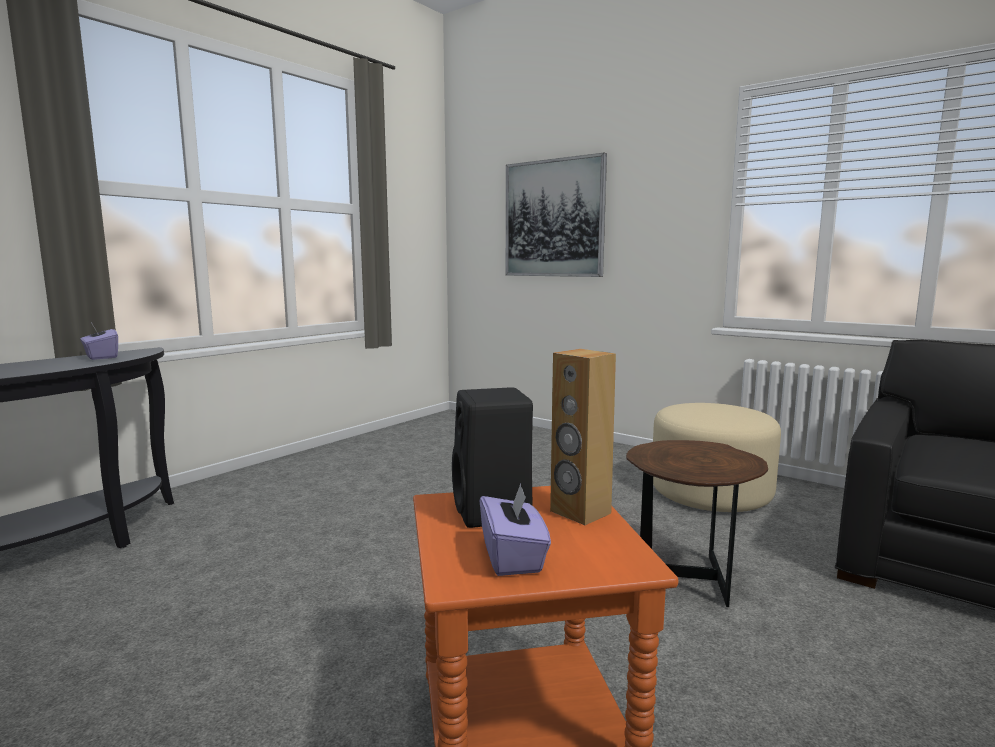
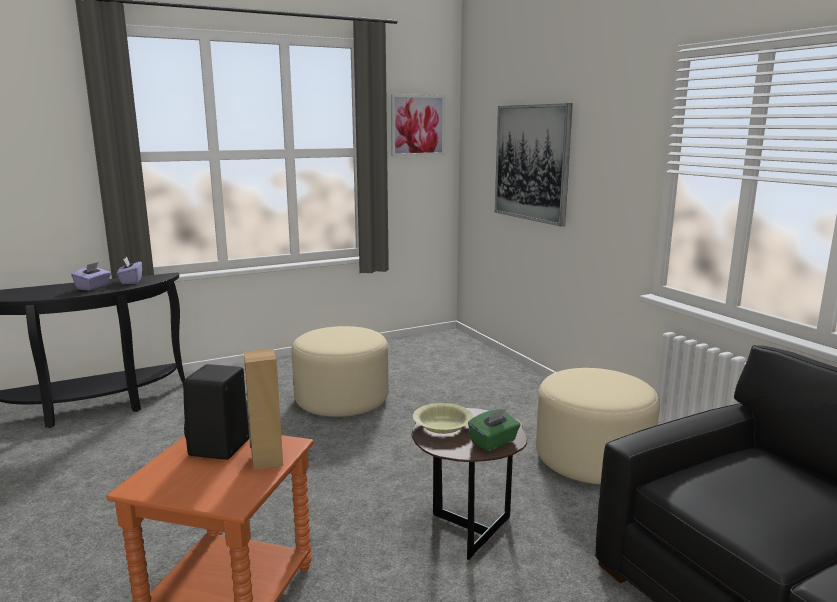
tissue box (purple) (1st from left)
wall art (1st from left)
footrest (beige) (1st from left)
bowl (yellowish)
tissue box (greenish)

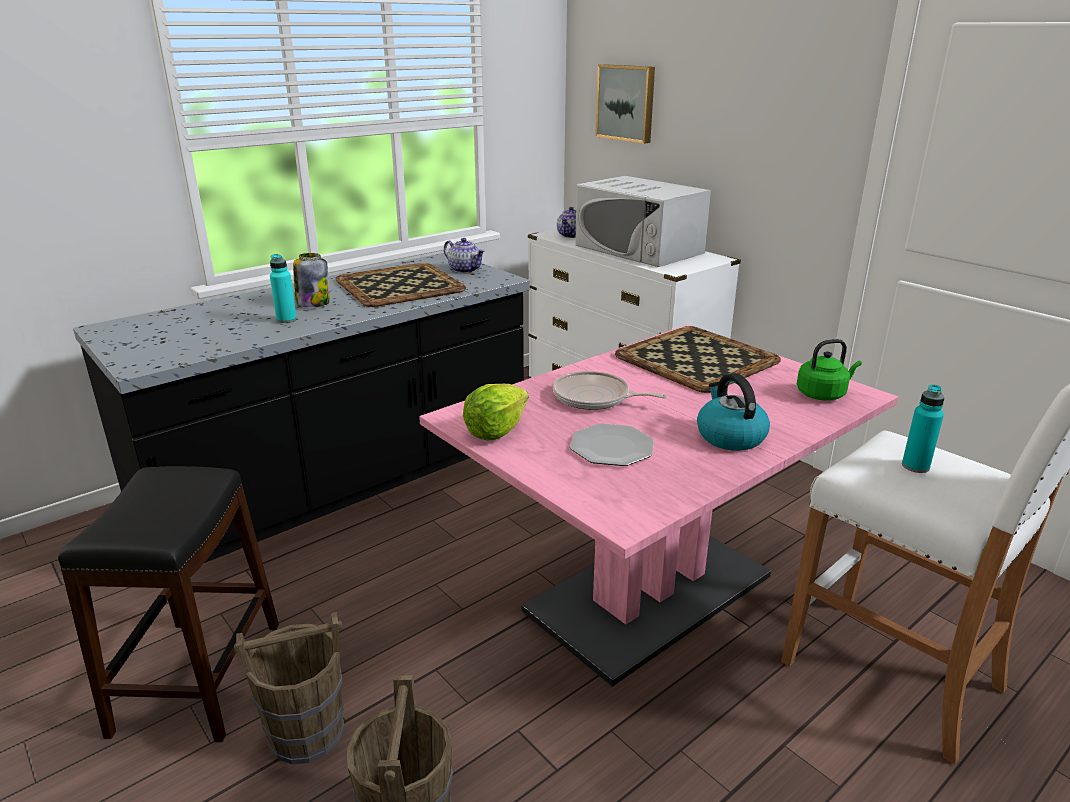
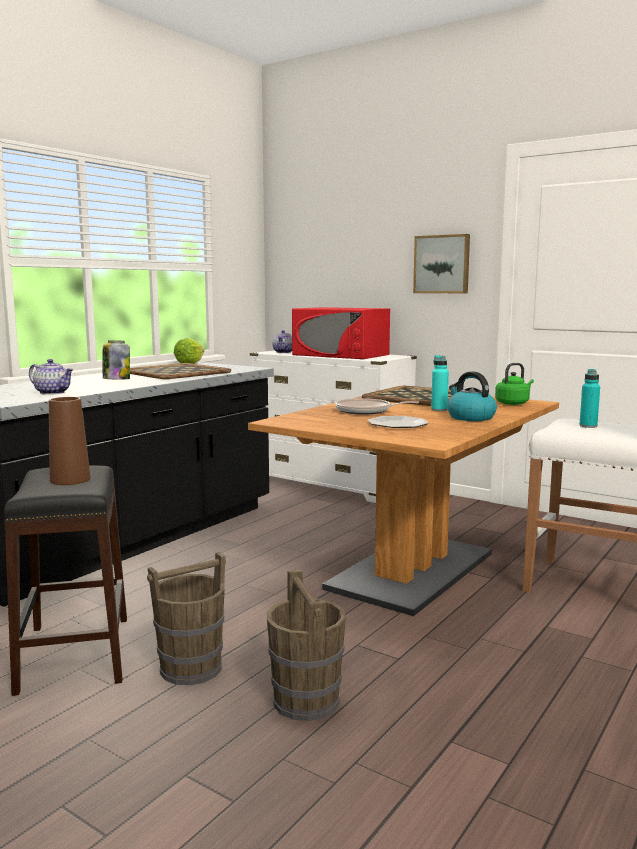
wall art
microwave (reddish)
tea pot (1st from left)
bottle (turquoise-coloured) (1st from left)
kitchen table (brown)
lettuce head
flower vase (brown)

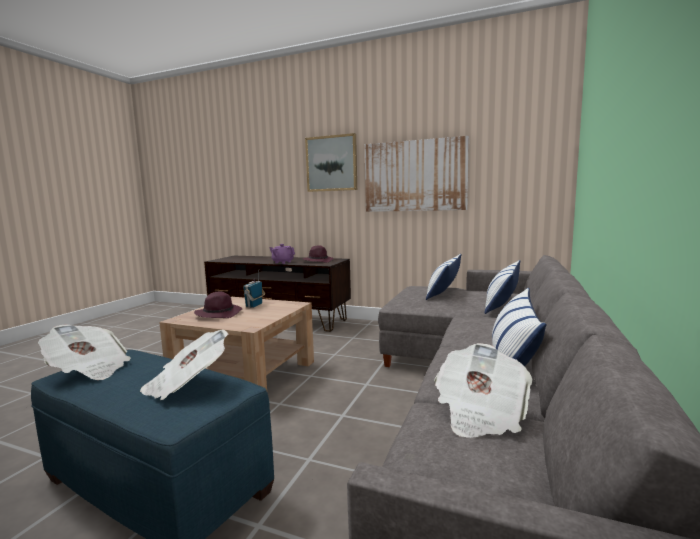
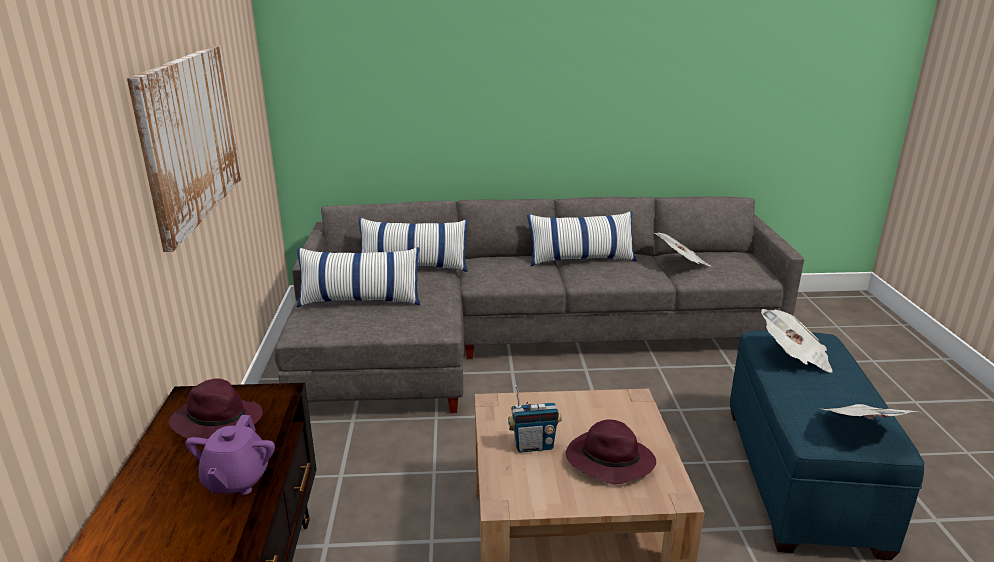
wall art (1st from left in the first image)

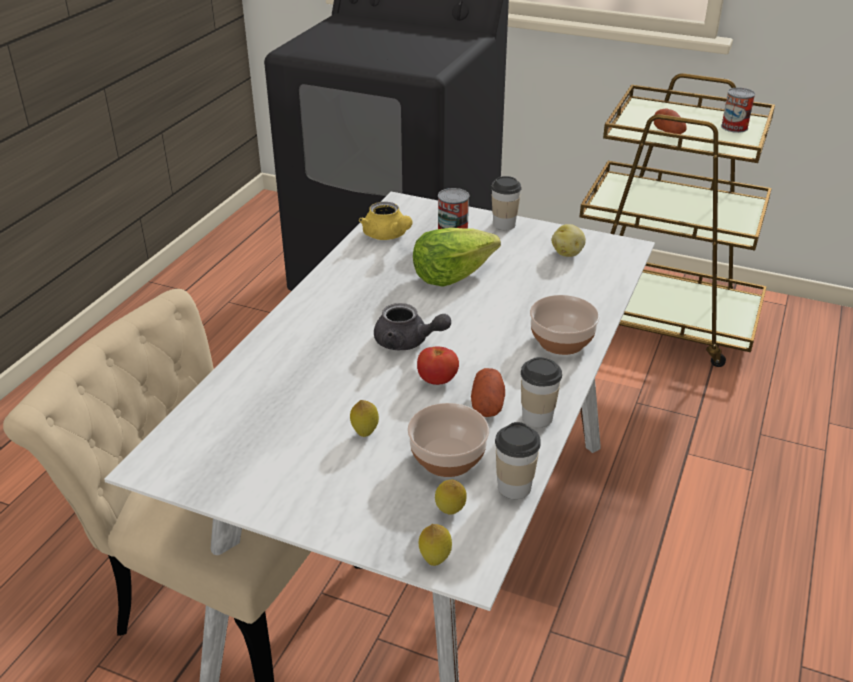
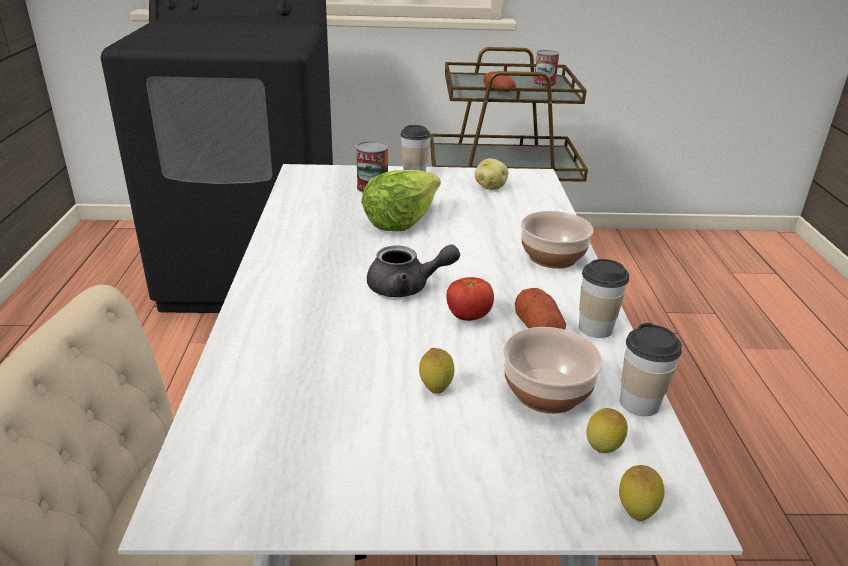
tea pot (yellowish)

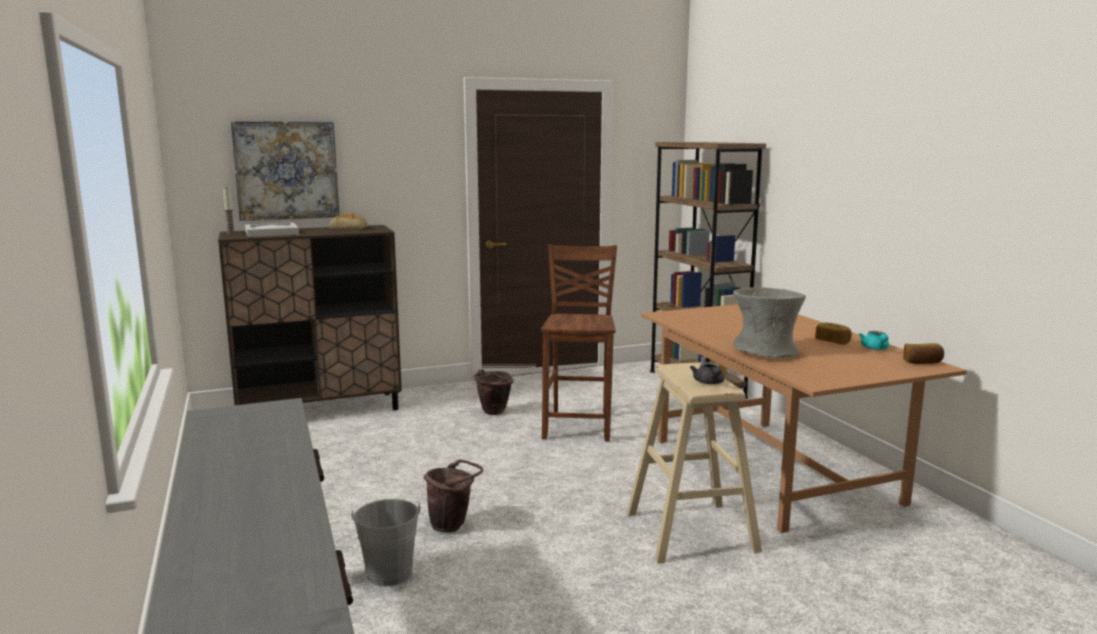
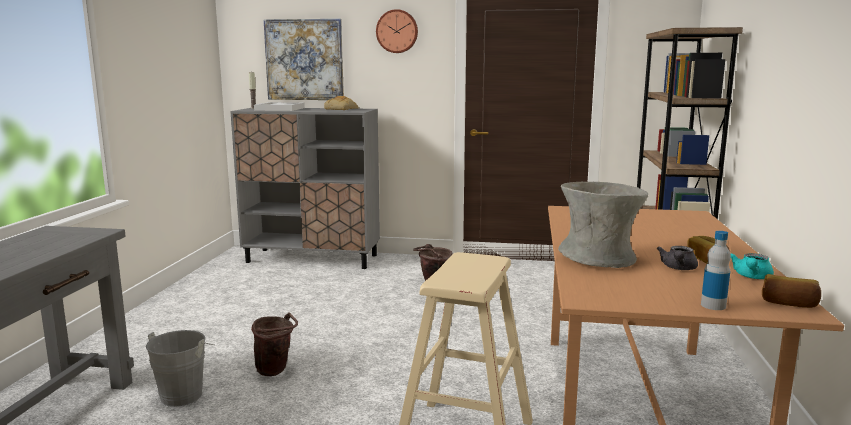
cupboard (grey)
plain chair (brown)
tea pot (grey)
wall clock
bottle

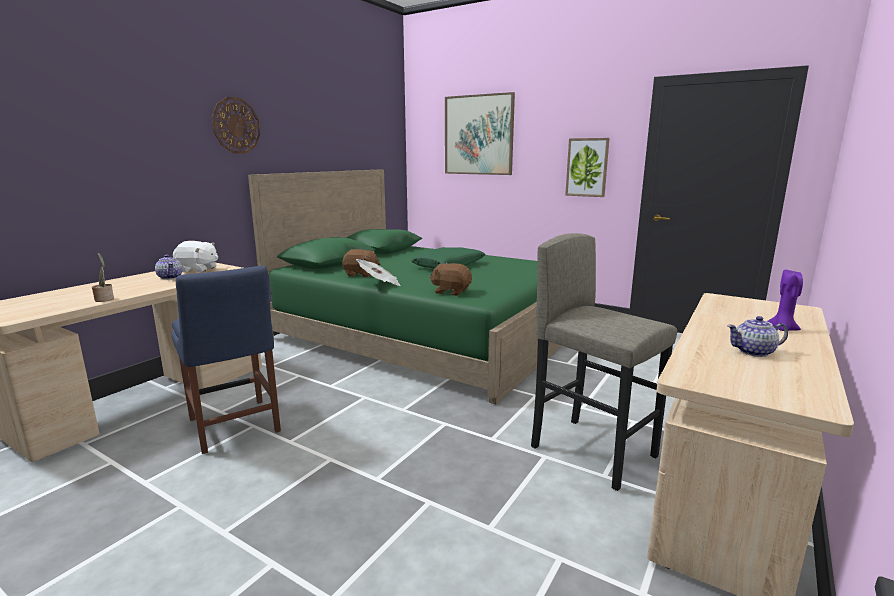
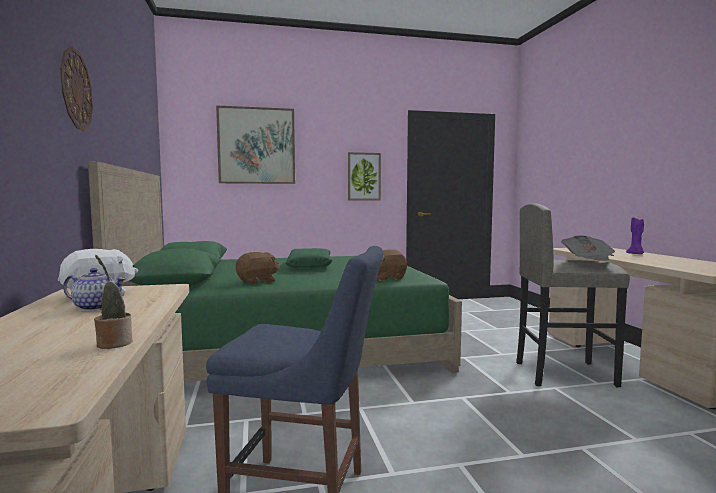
daily paper
tea pot (2nd from left in the first image)

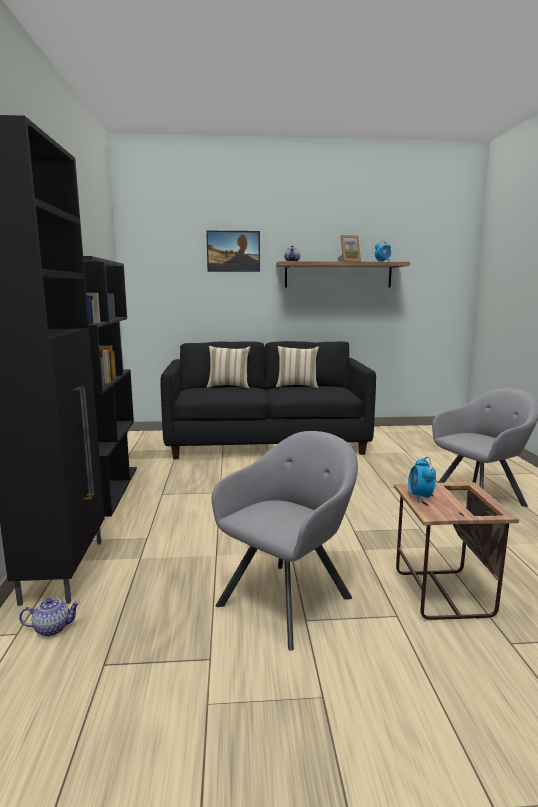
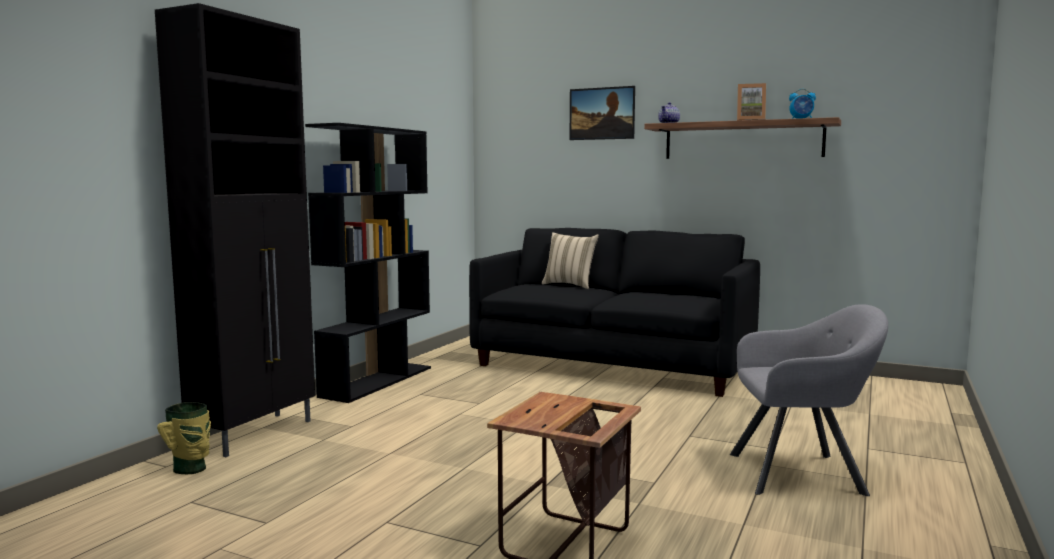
cushion (beige) (2nd from left in the first image)
armchair (grey) (1st from left in the first image)
bedside clock (2nd from left in the first image)
flower vase

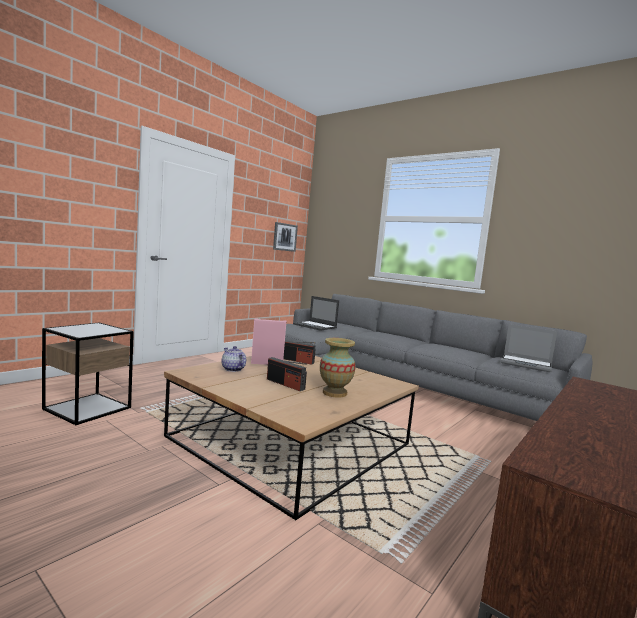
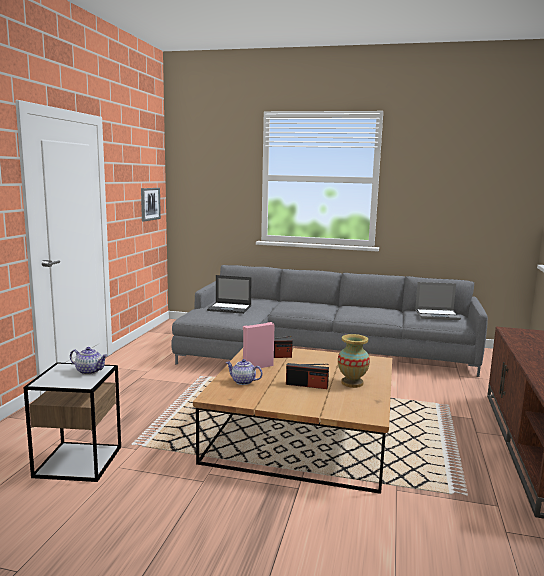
tea pot (1st from left)

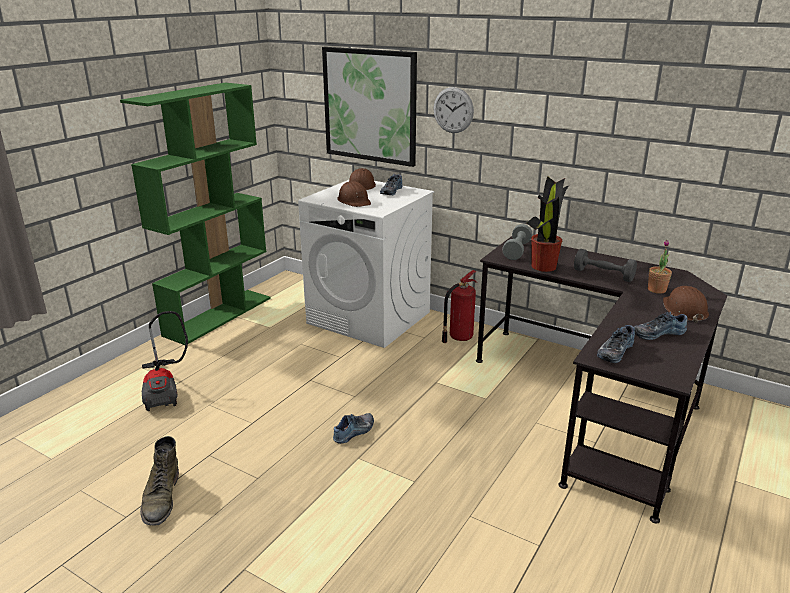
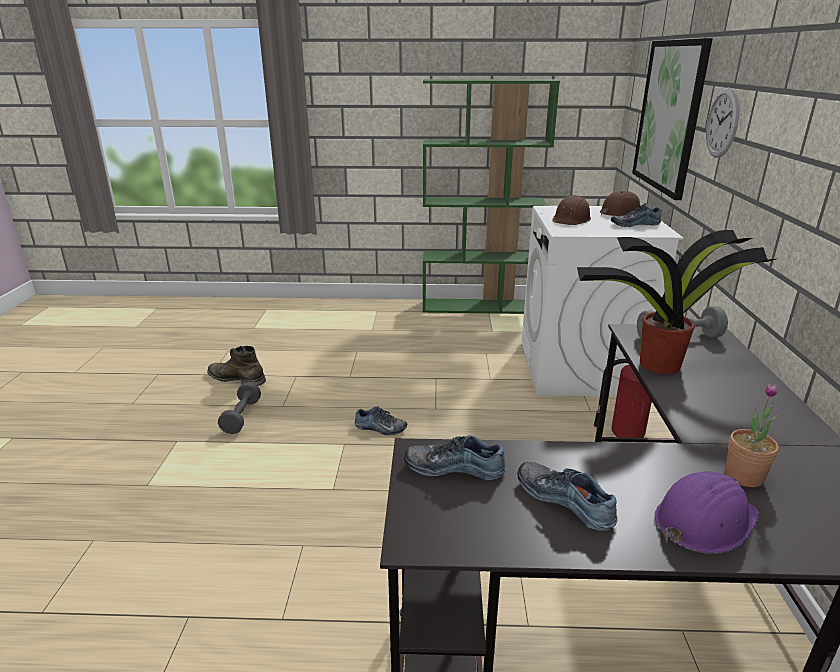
hand weight (grey) (1st from left)
safety helmet (purple)
vacuum
high-top boot (greenish)

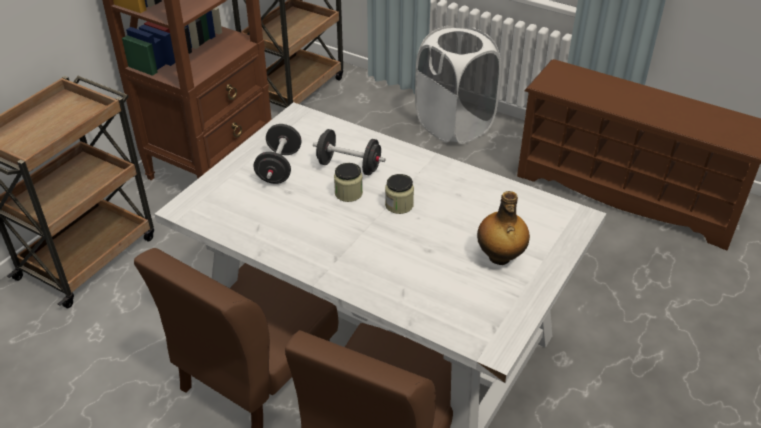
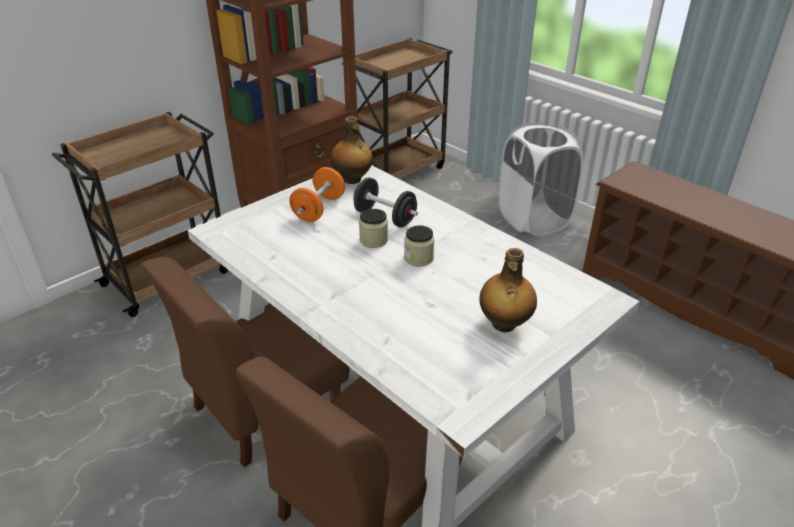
hand weight (orangey)
bottle (1st from left)

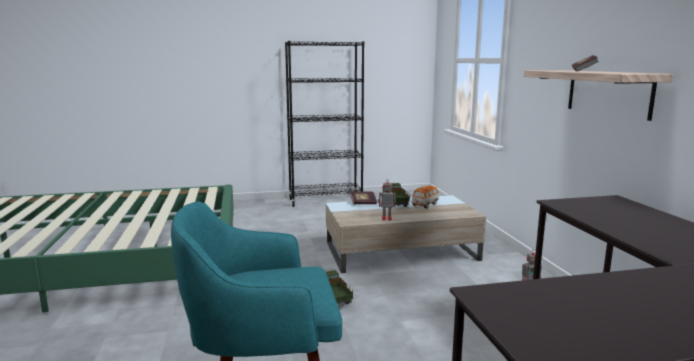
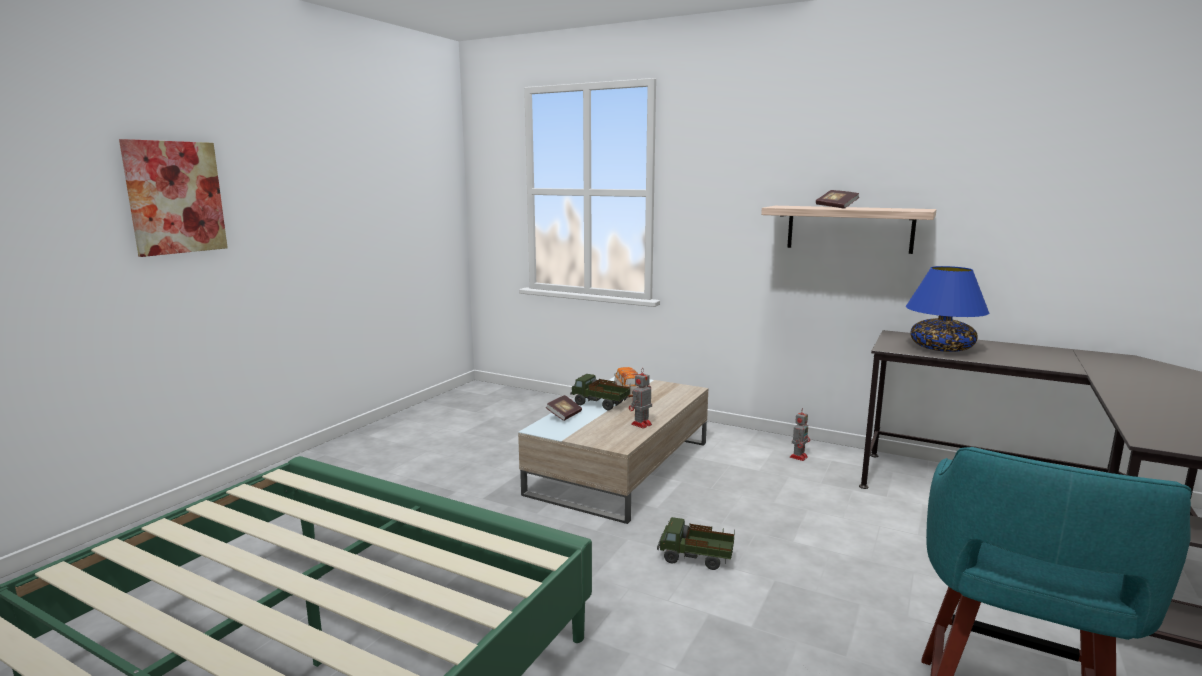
shelving unit (black-coloured)
wall art
tabletop lamp (blue)

